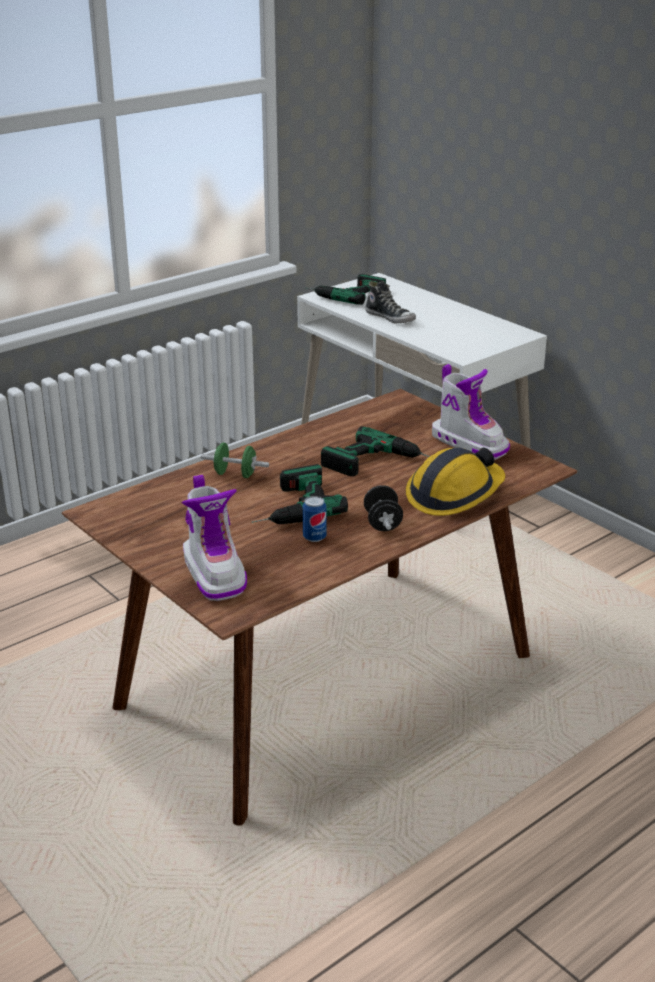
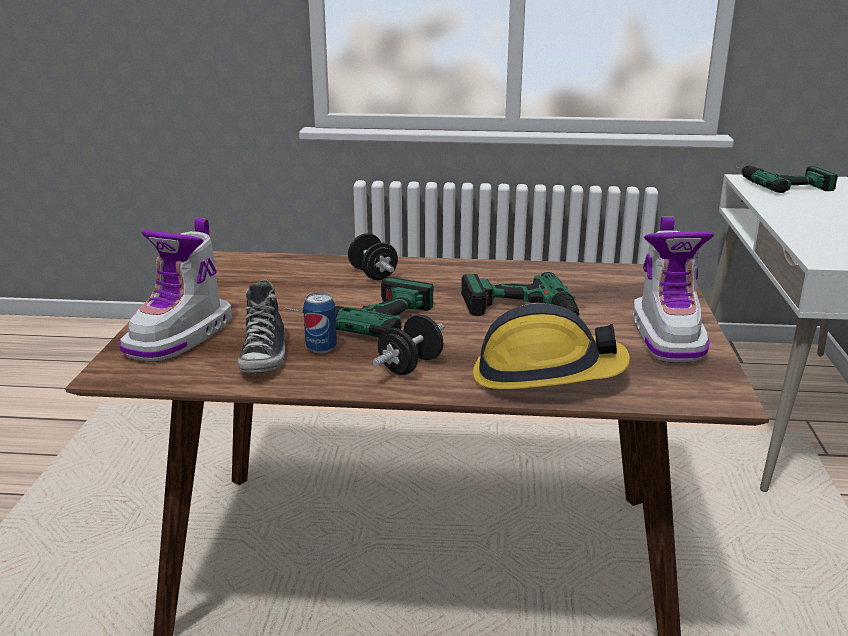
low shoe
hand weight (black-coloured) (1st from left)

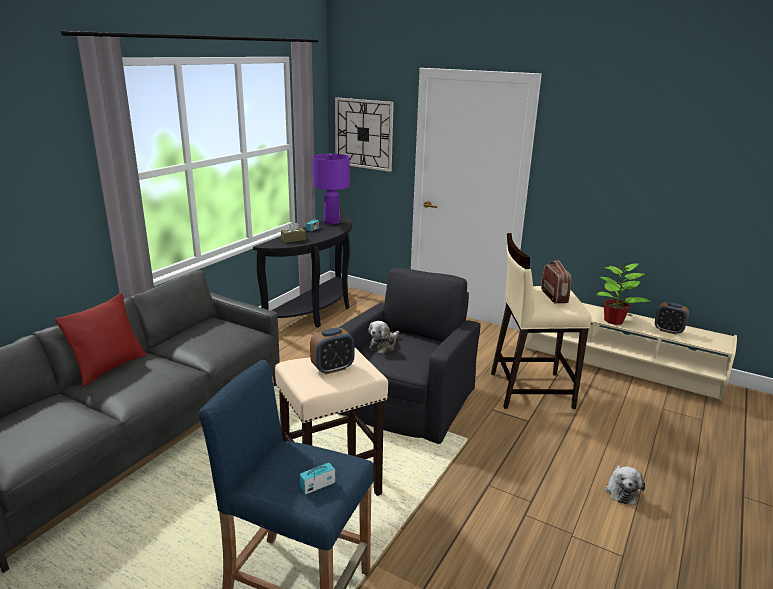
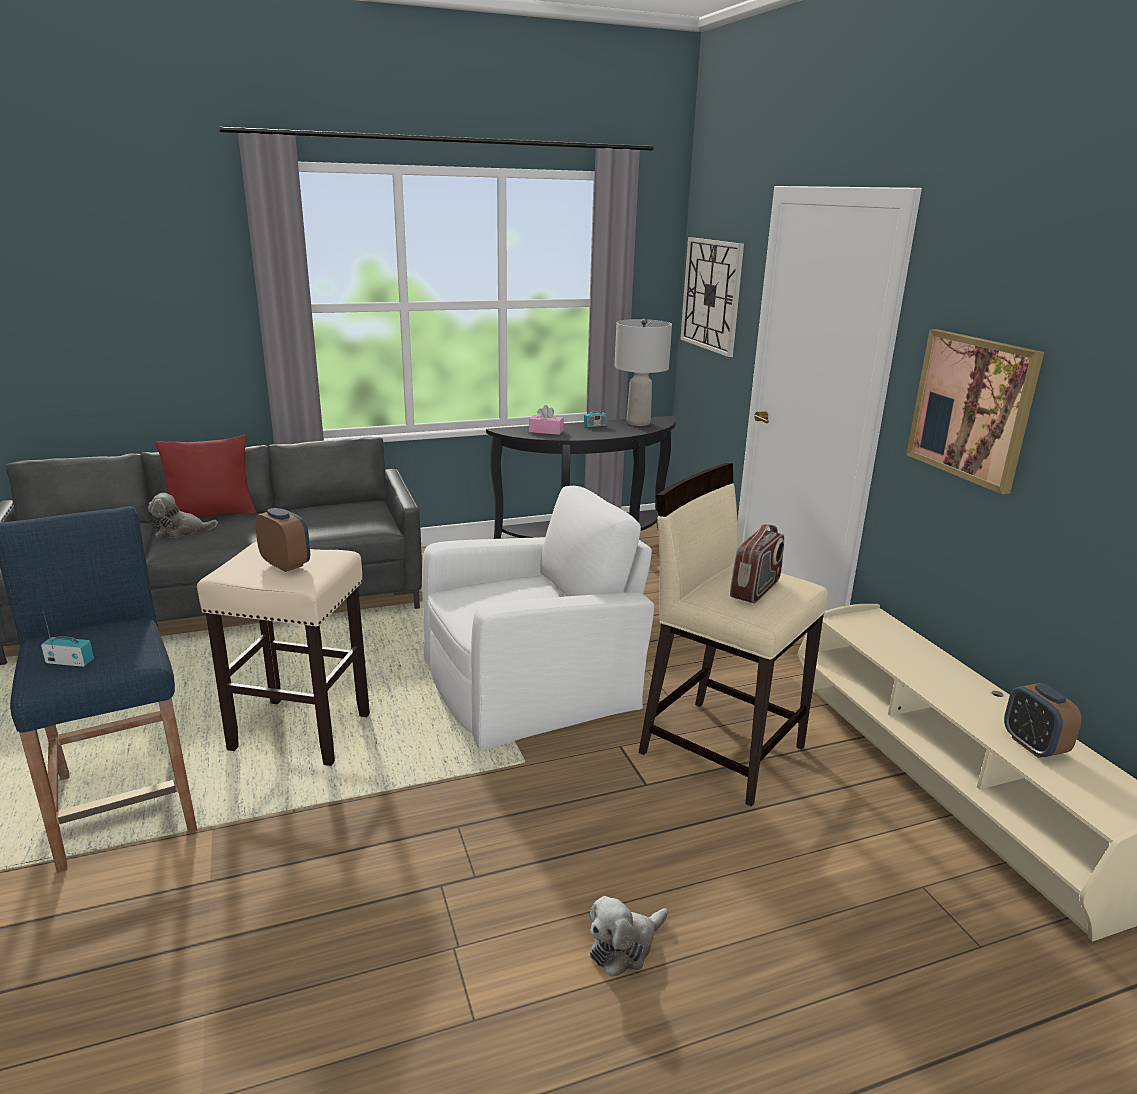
tabletop lamp (grey)
tissue box (pink)
potted plant
armchair (white-coloured)
plush toy (1st from left)
bedside clock (1st from left)
wall art

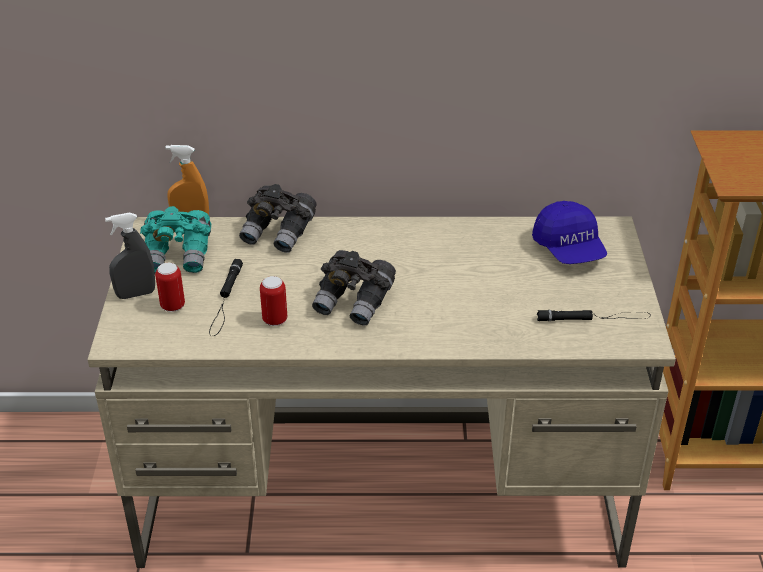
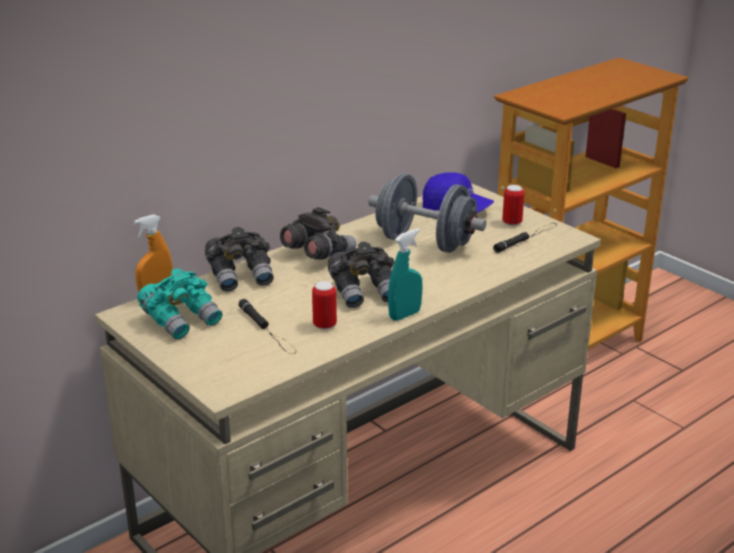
hand sprayer (grey)
sealed can (2nd from left)
hand weight (grey)
binoculars (grey) (2nd from left)
hand sprayer (turquoise-coloured)

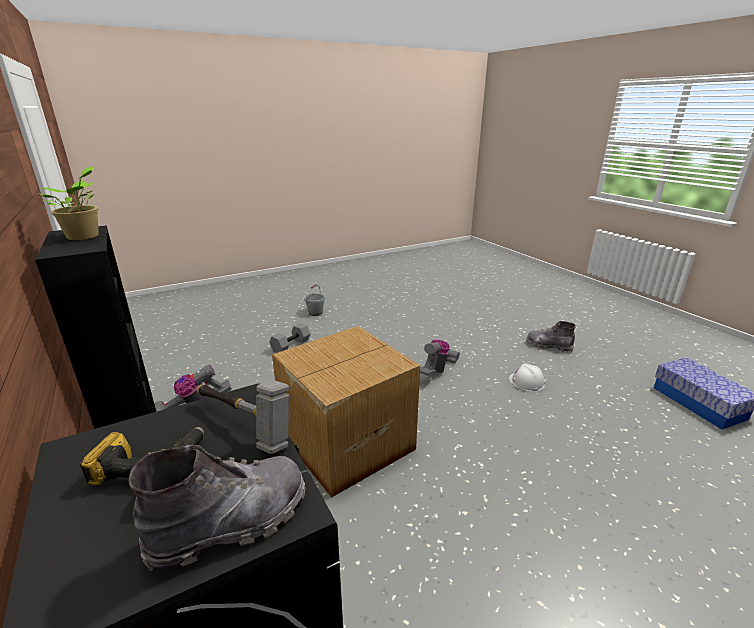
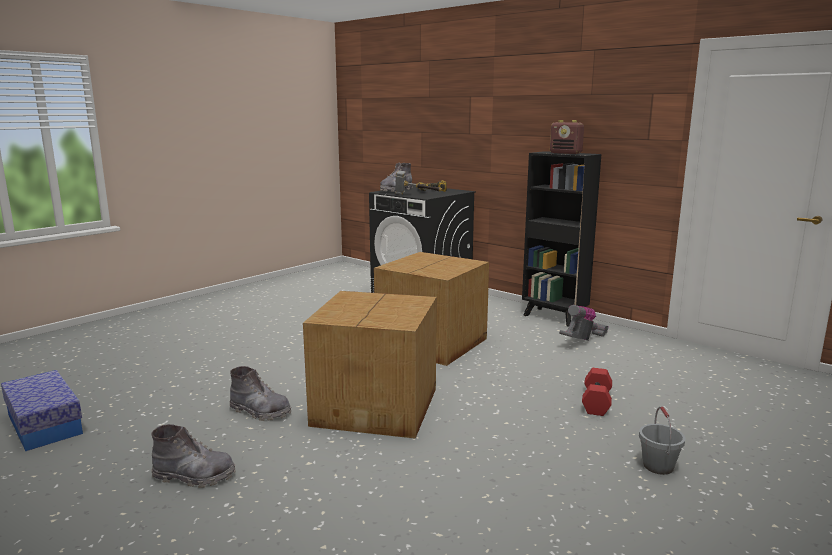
radio receiver
hand weight (reddish)
carton (1st from left)
high-top boot (grey) (2nd from left)

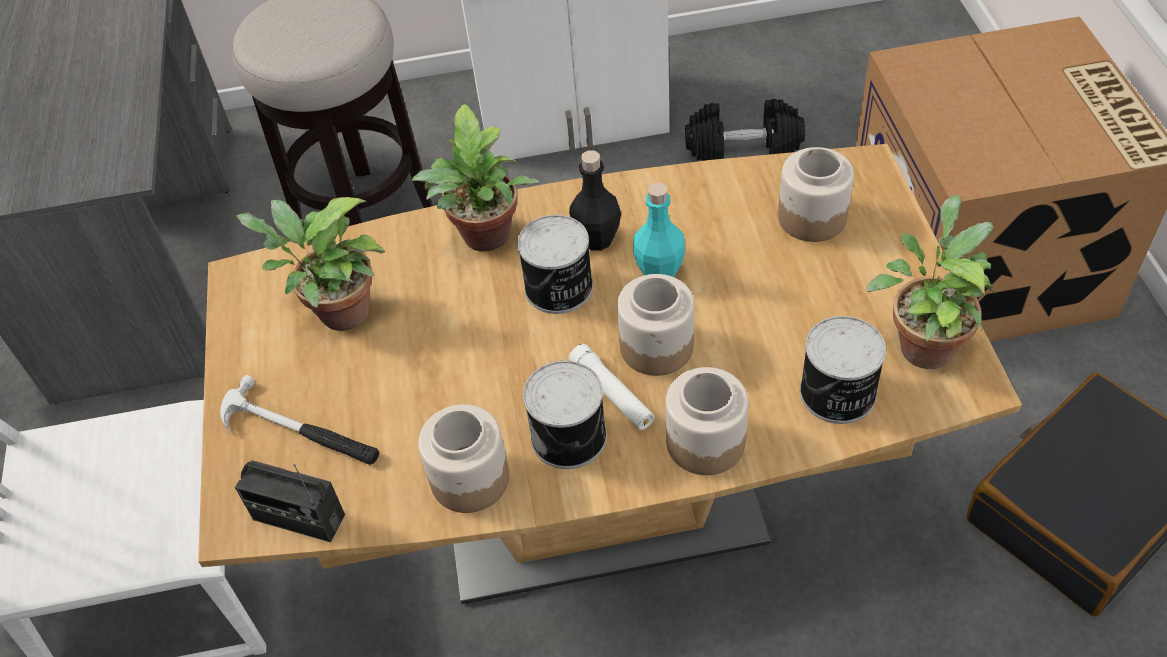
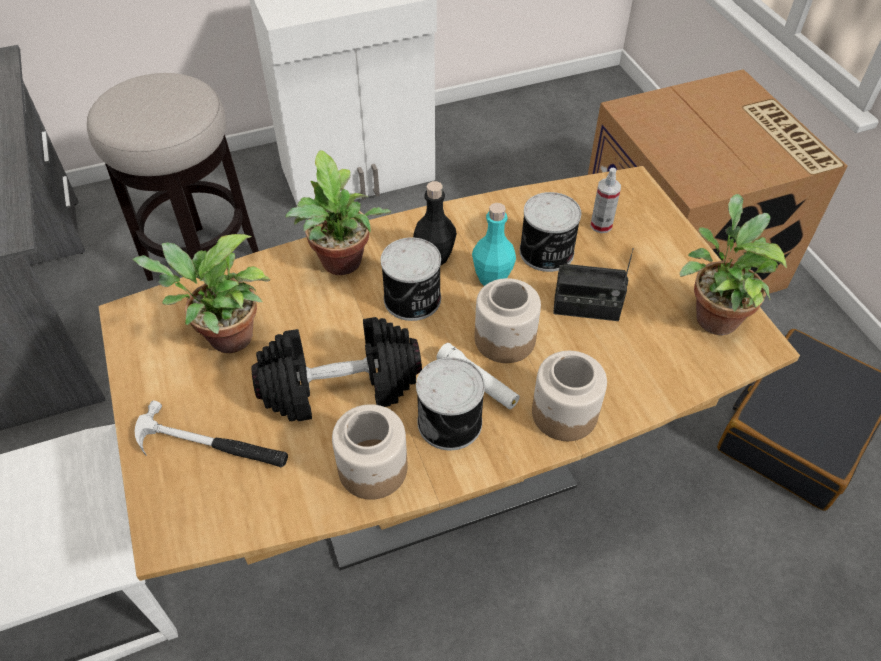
hand weight (black-coloured)
hand sprayer
sealed can (3rd from left)
radio receiver

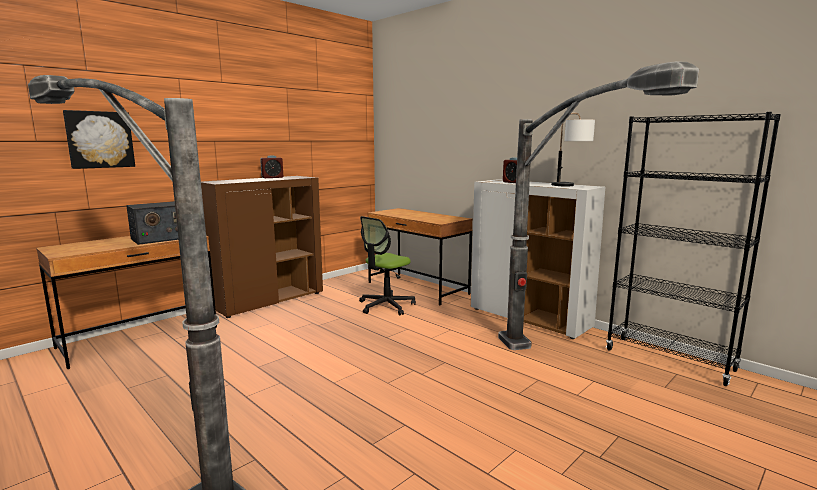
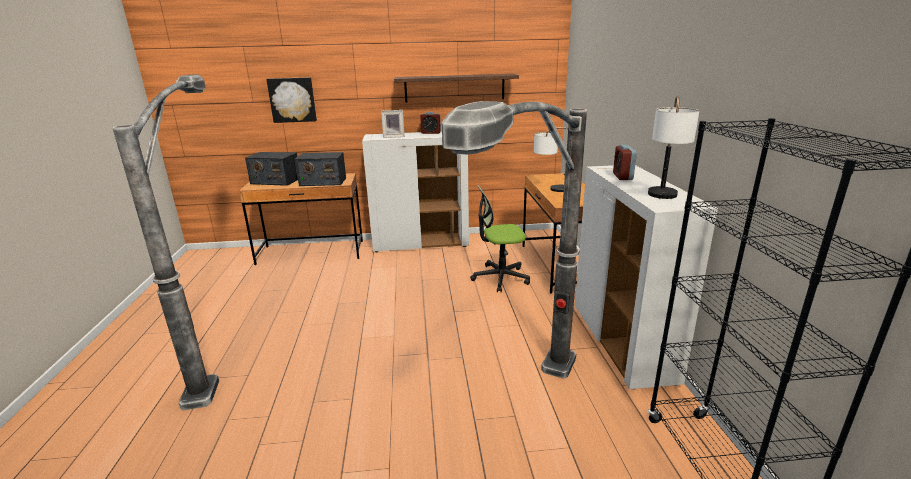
cupboard (white-coloured) (1st from left)
shelf
standing frame
tabletop lamp (1st from left)
radio receiver (1st from left)

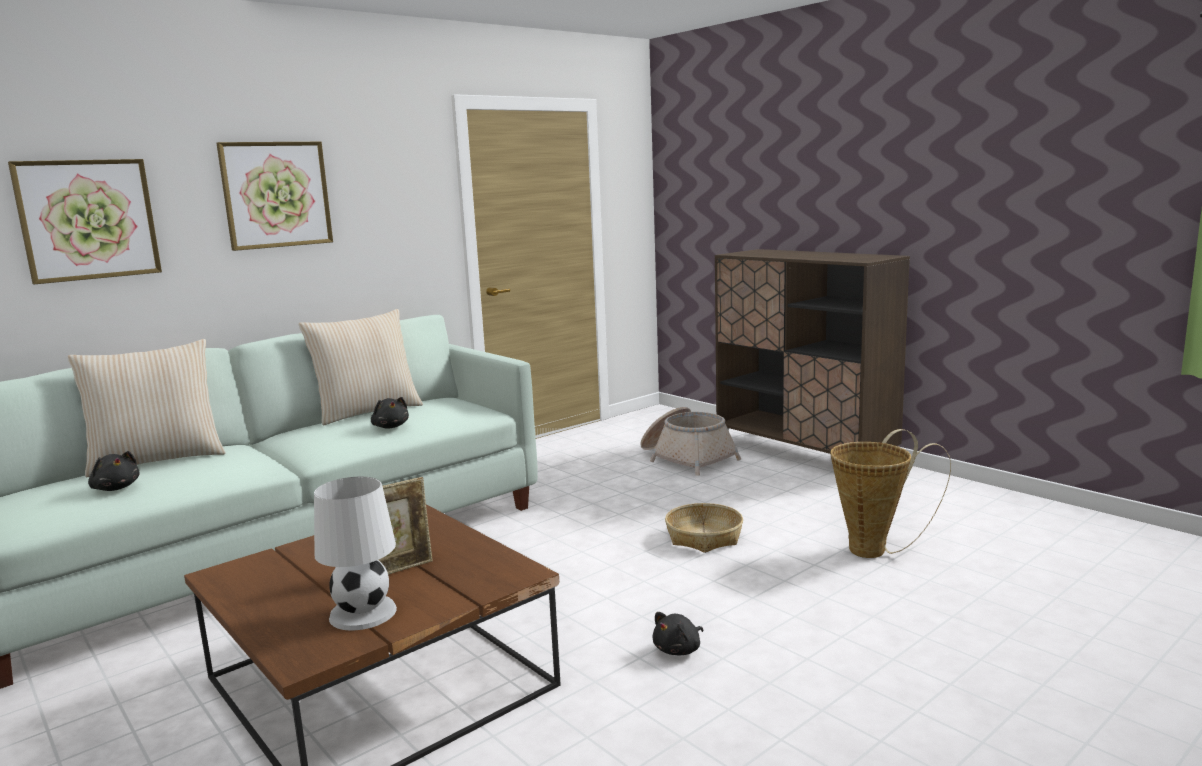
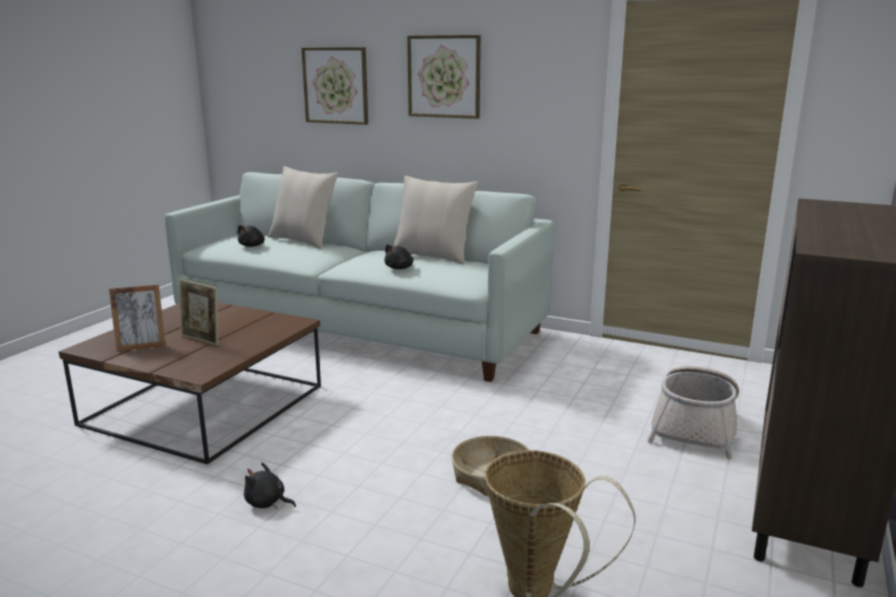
standing frame (1st from left)

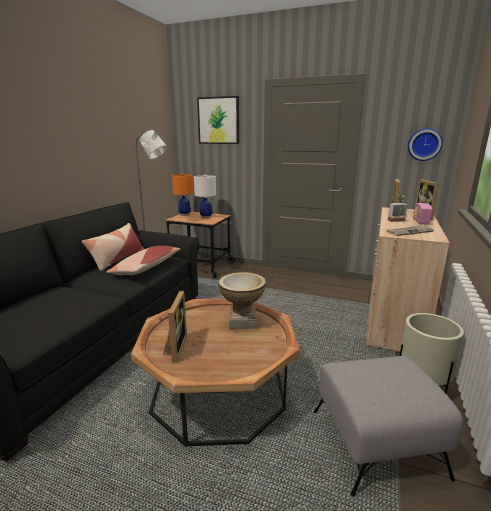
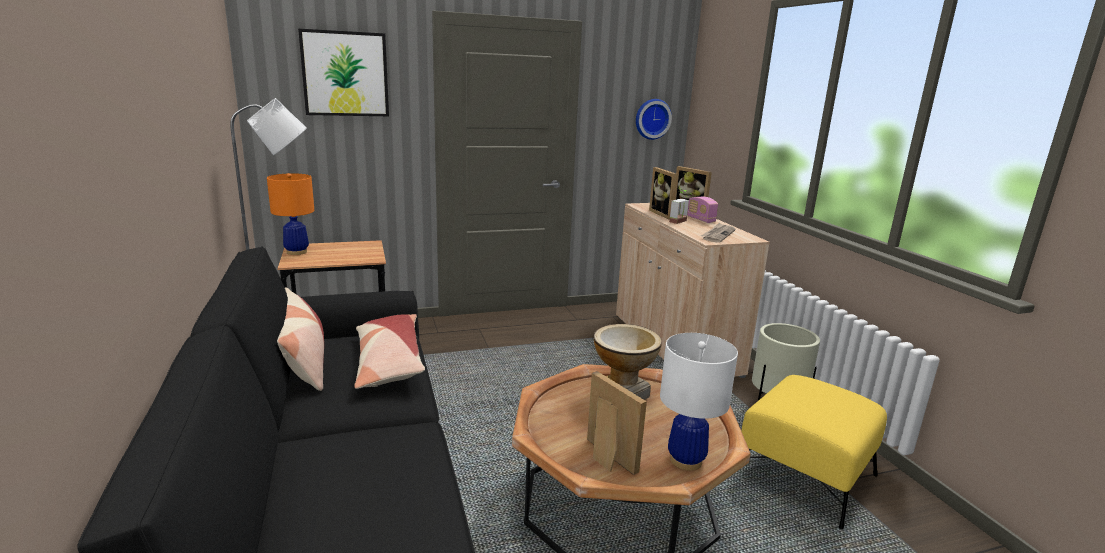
tabletop lamp (white-coloured)
footrest (yellowish)

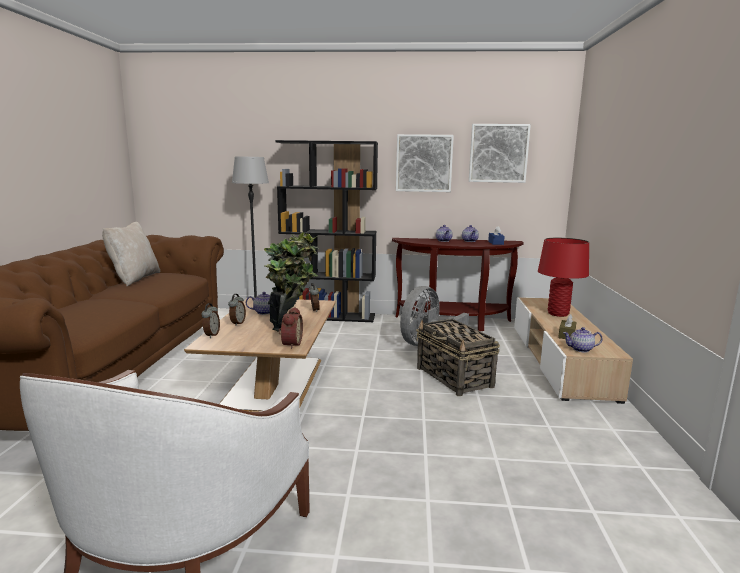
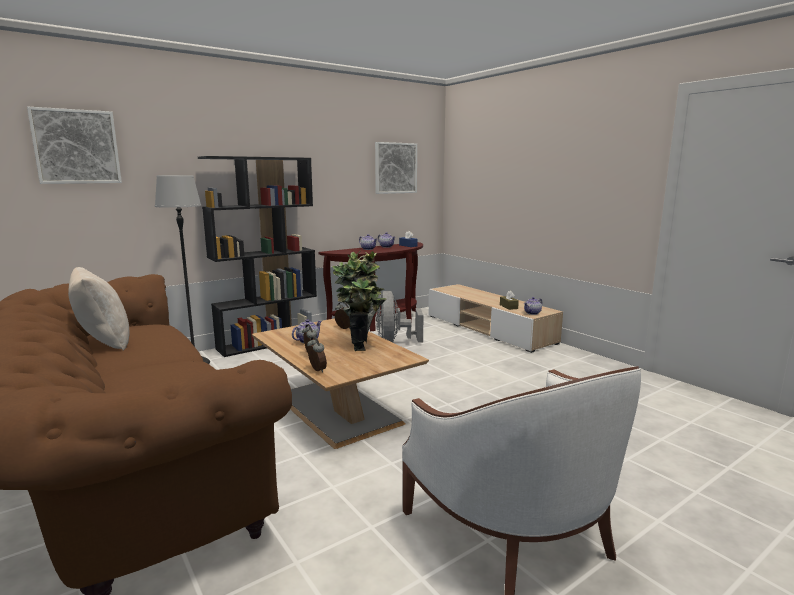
wall art (1st from left)
tabletop lamp (reddish)
bedside clock (3rd from left in the first image)
household basket

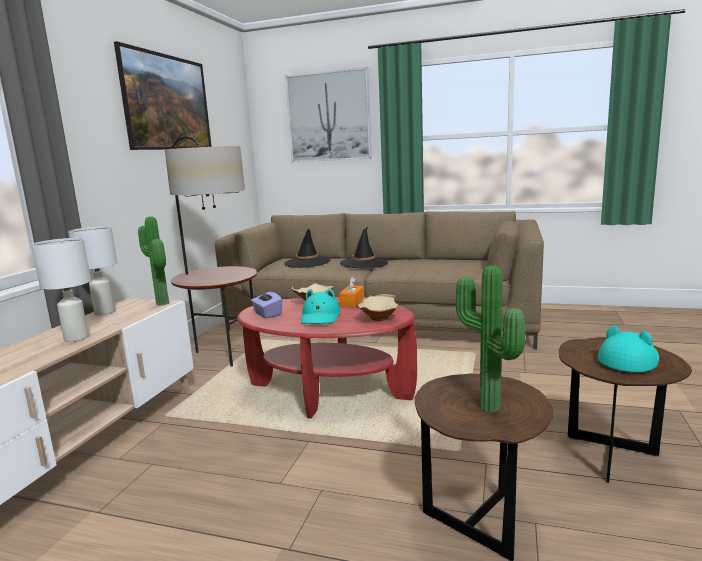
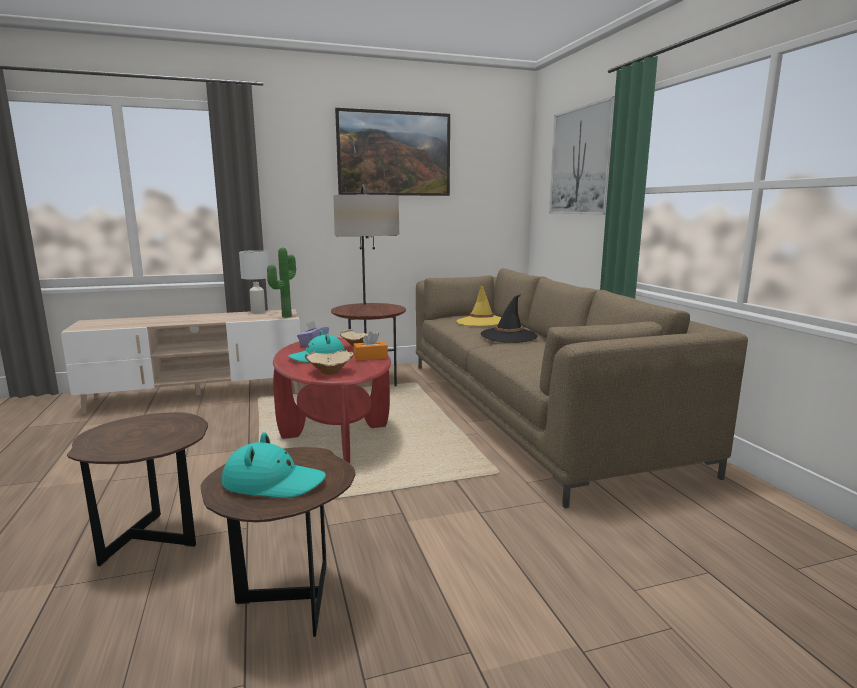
clothing hat (yellowish)
tabletop lamp (white-coloured) (1st from left in the first image)
potted plant (2nd from left in the first image)

